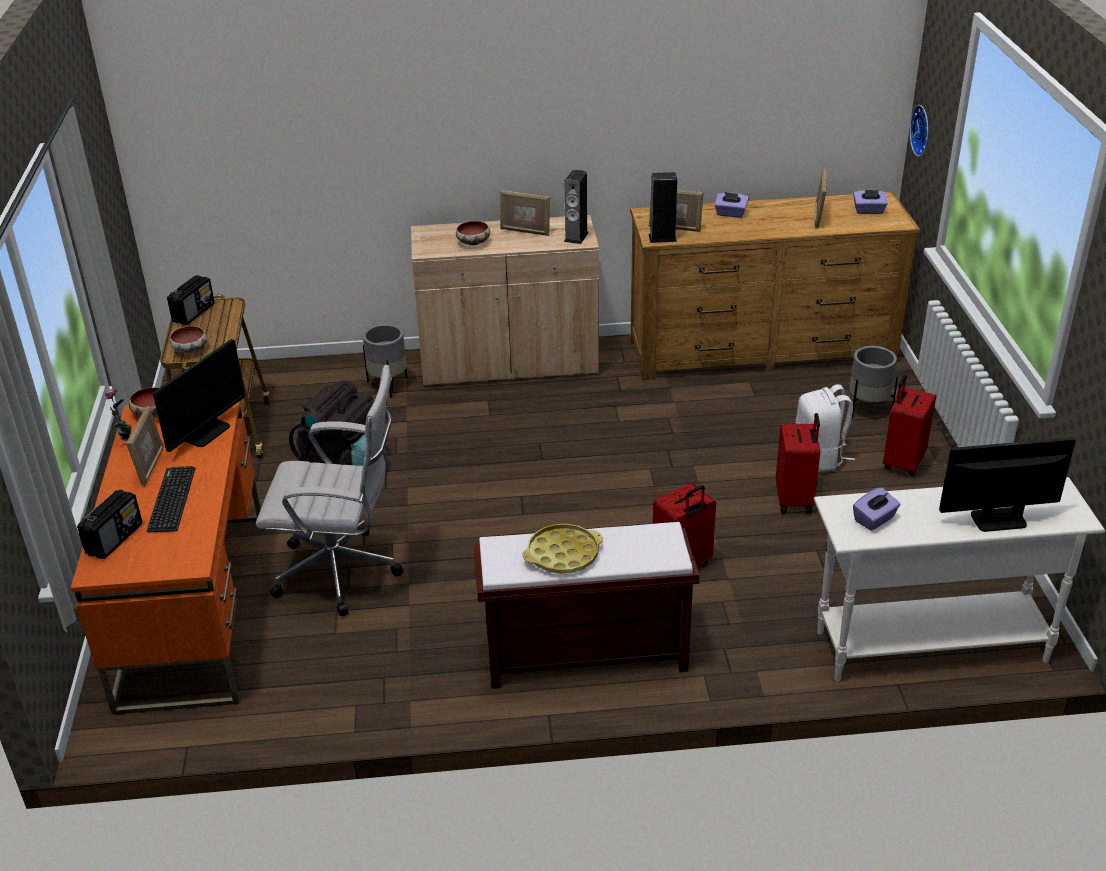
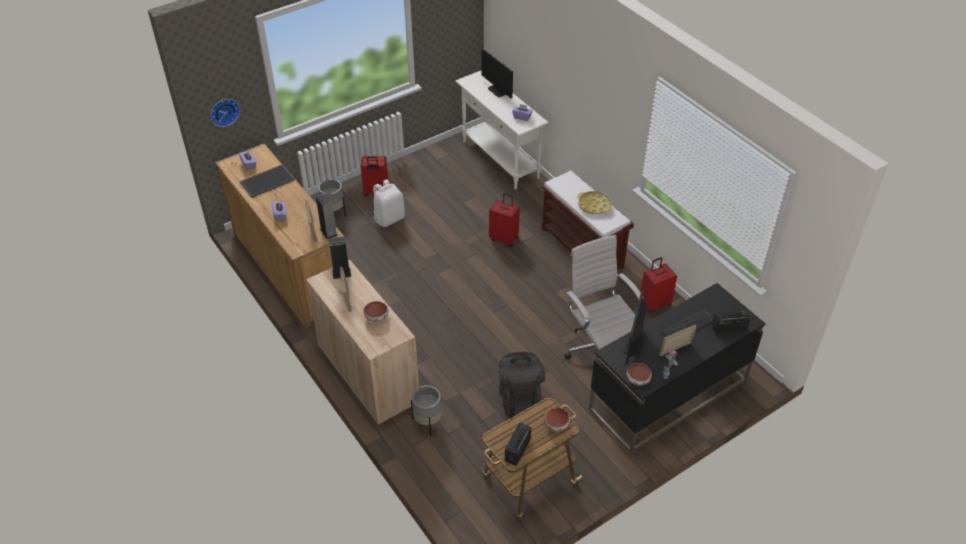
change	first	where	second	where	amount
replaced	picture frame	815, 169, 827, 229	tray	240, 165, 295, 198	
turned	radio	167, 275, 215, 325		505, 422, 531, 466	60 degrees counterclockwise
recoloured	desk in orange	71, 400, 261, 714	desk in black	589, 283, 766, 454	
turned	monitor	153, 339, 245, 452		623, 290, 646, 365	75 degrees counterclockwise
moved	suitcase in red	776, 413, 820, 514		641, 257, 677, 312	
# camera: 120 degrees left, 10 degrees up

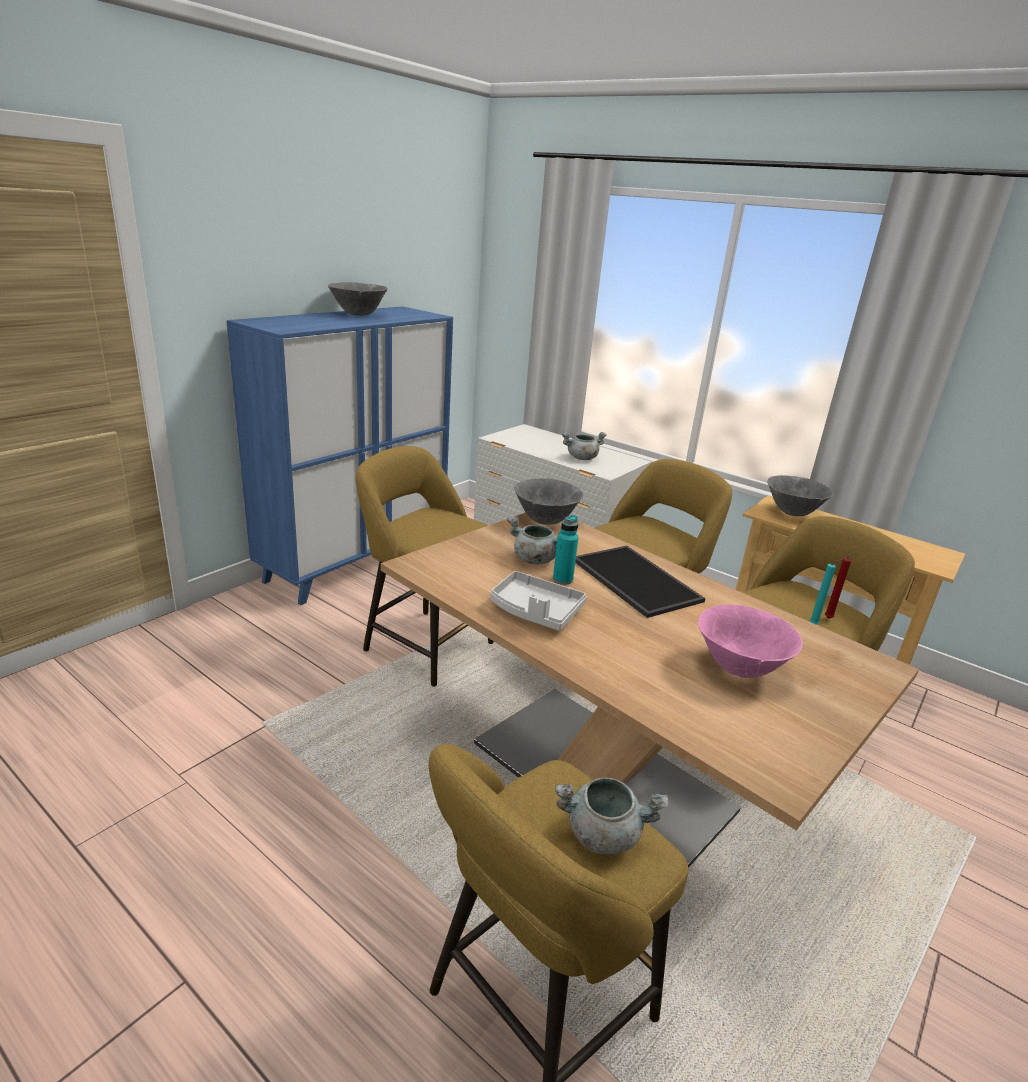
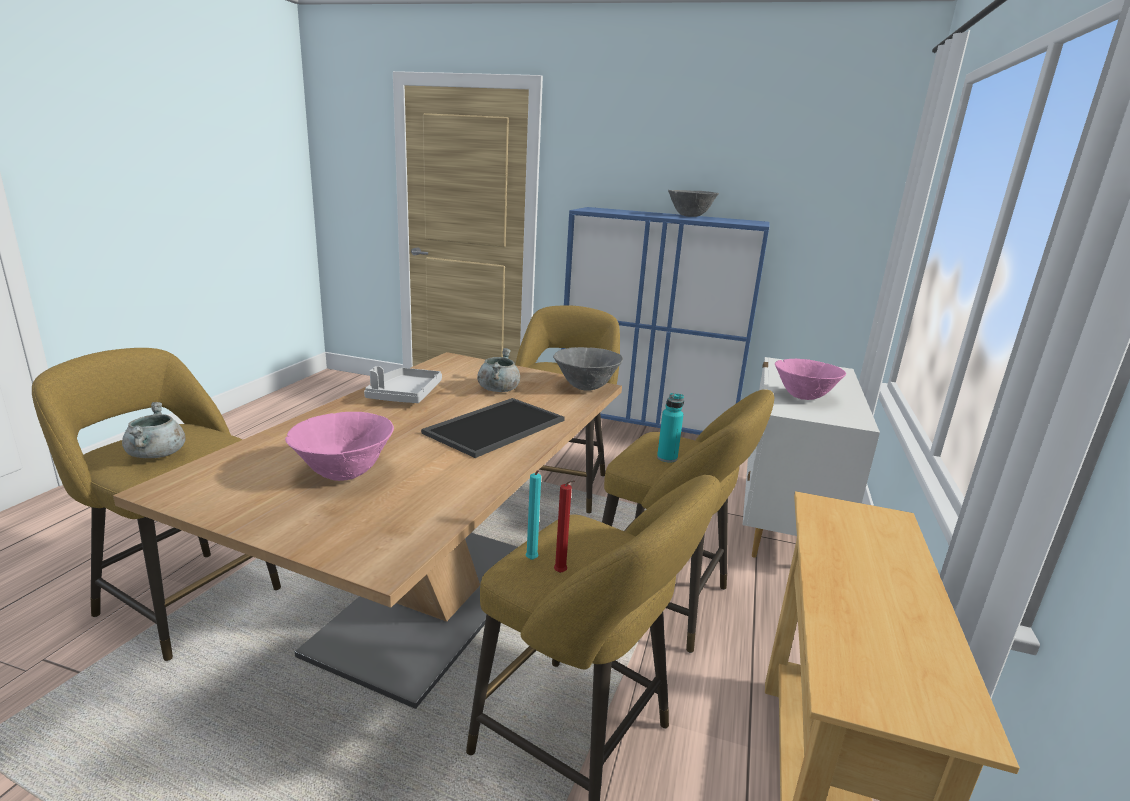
change	first	where	second	where	amount
moved	bottle in turquoise	553, 515, 579, 585		657, 393, 684, 463	
replaced	cooking pot in grey	562, 432, 607, 460	bowl in pink	775, 359, 846, 400	
removed	bowl in grey	767, 475, 834, 516			
# camera: 70 degrees right, 5 degrees down

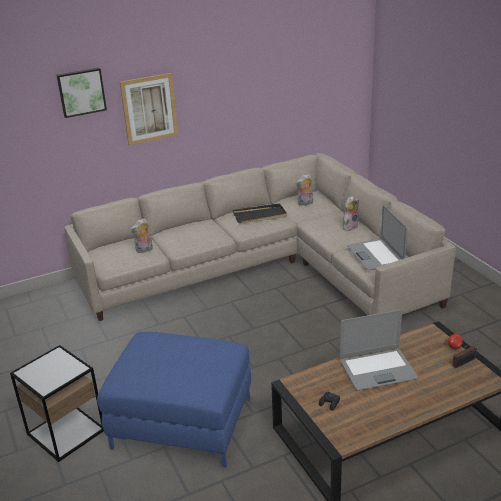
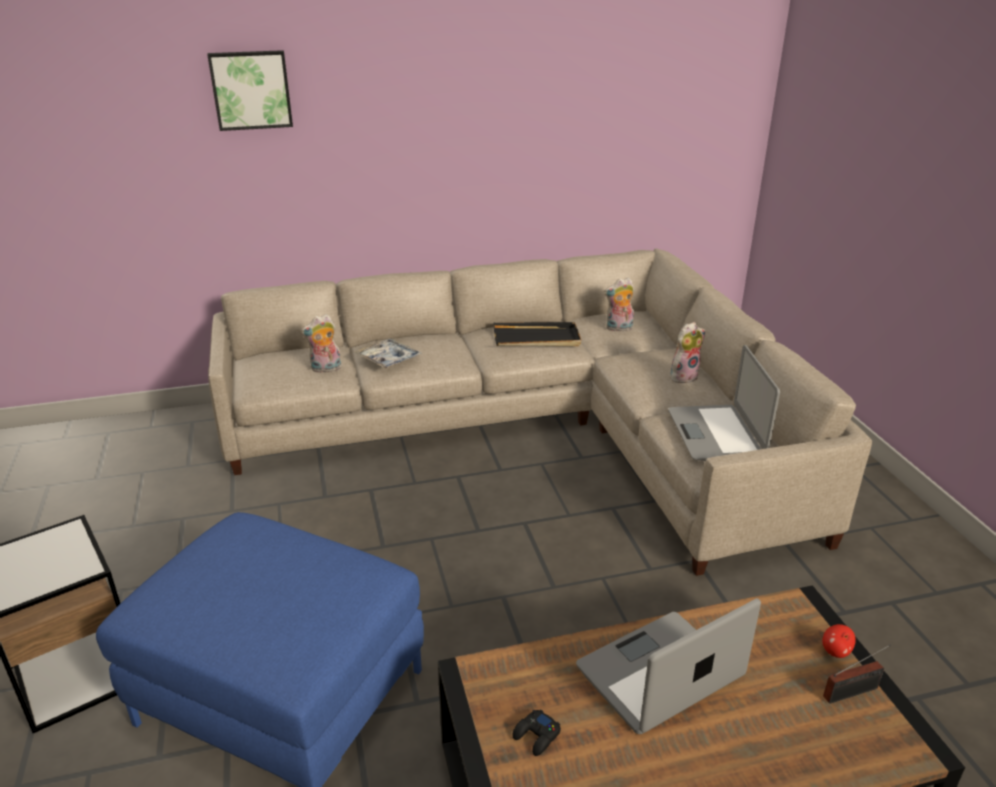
change	first	where	second	where	amount
added			tray	354, 338, 422, 369	
turned	laptop	340, 310, 418, 391		576, 598, 761, 734	150 degrees clockwise
removed	picture	120, 73, 178, 146			
# camera: 10 degrees right, 0 degrees up

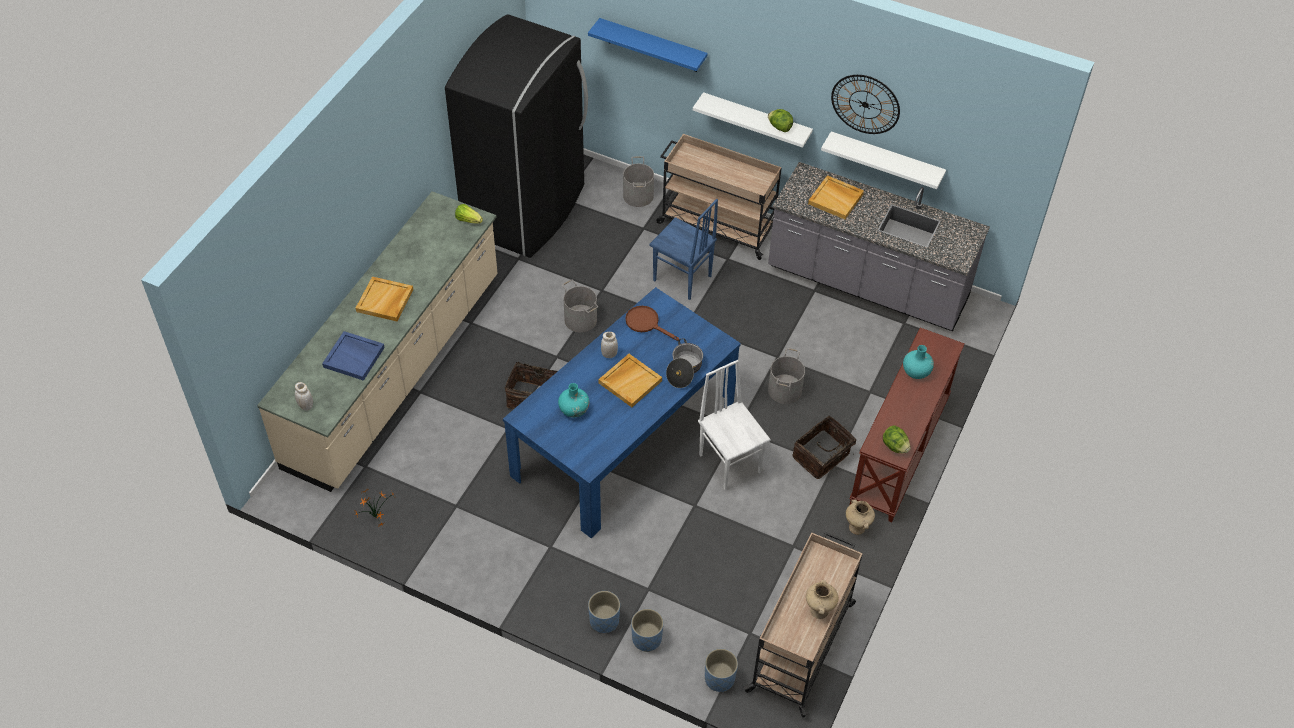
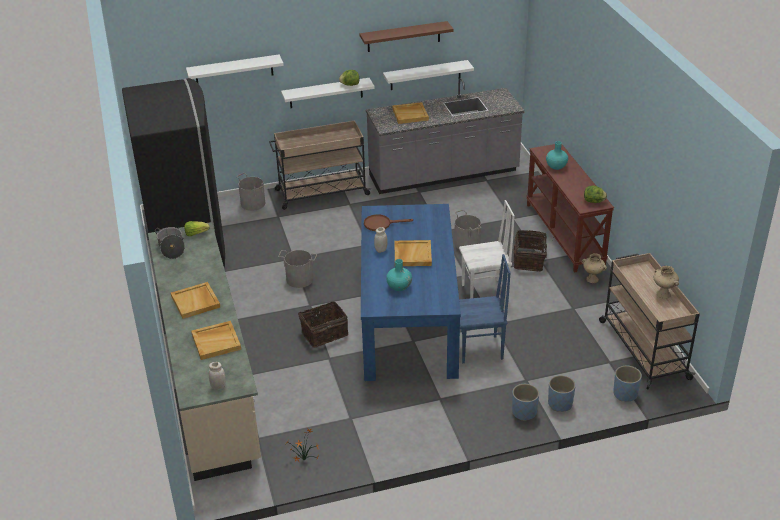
change	first	where	second	where	amount
moved	cooking pot	666, 338, 703, 388		155, 227, 185, 259	
recoloured	shelf in blue	588, 18, 707, 72	shelf in white	186, 54, 284, 83	
recoloured	tray in blue	322, 331, 384, 381	tray in beige	191, 321, 241, 360	
replaced	wall clock	831, 75, 900, 134	shelf in brown	360, 21, 454, 52	
turned	chair in white	698, 360, 771, 490		459, 200, 515, 299	150 degrees clockwise
moved	chair in blue	649, 199, 718, 300		459, 254, 511, 363	
# camera: 40 degrees left, 15 degrees down

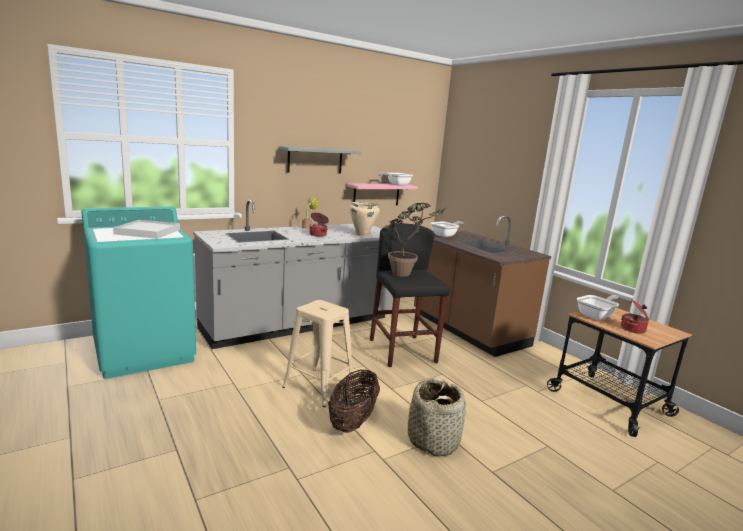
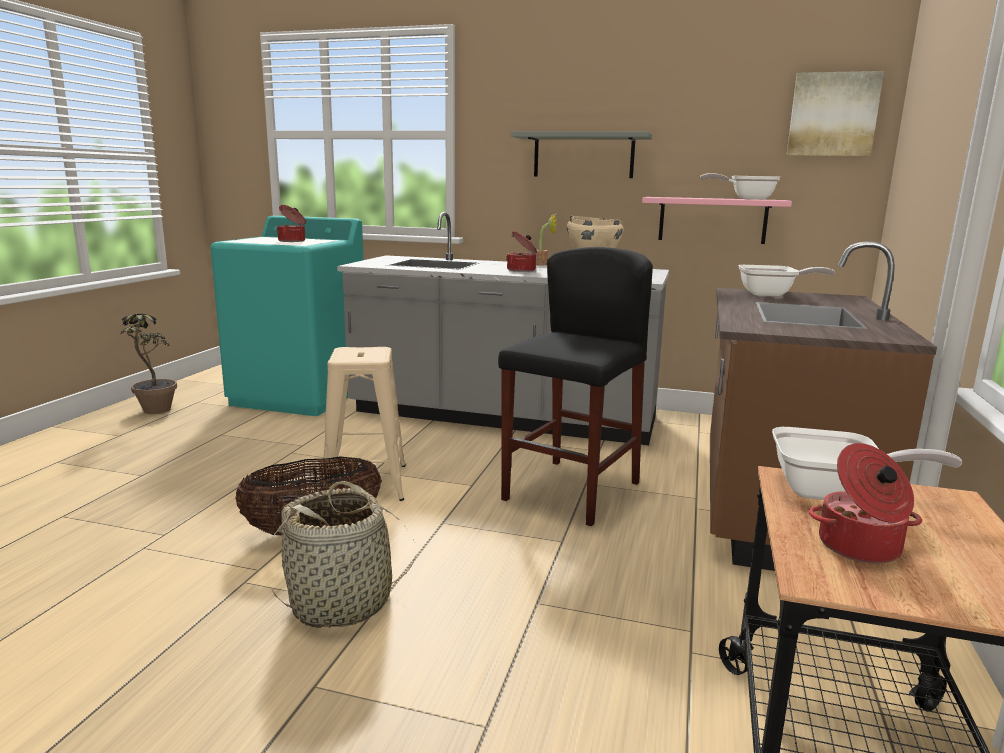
change	first	where	second	where	amount
moved	potted plant	384, 203, 445, 277		121, 314, 177, 414	
replaced	tray in white	113, 220, 180, 239	cooking pot	276, 205, 306, 242	
added			picture	786, 71, 884, 156	
# camera: 50 degrees right, 0 degrees up

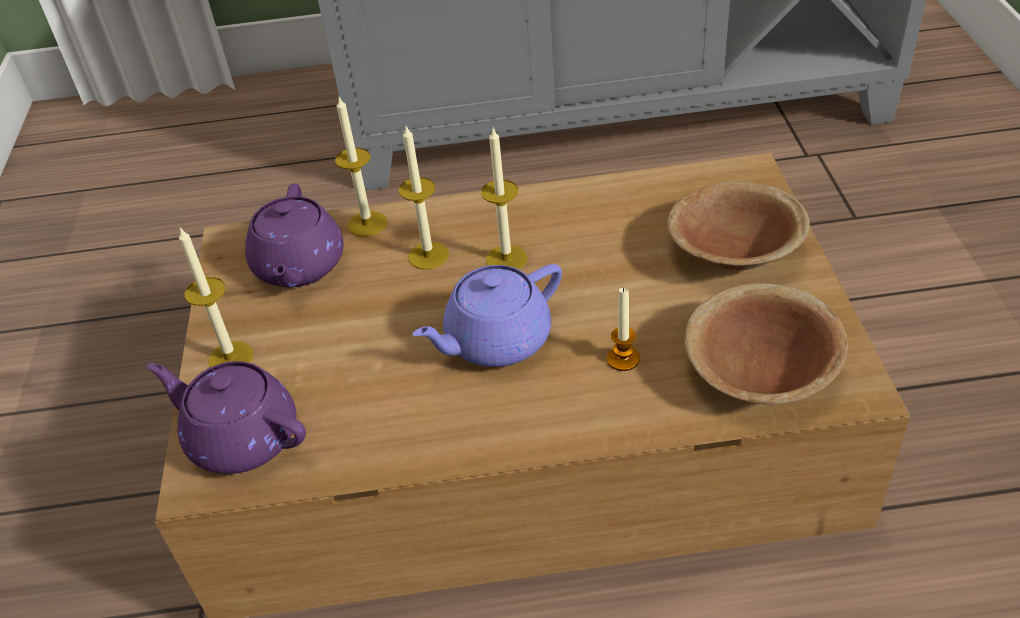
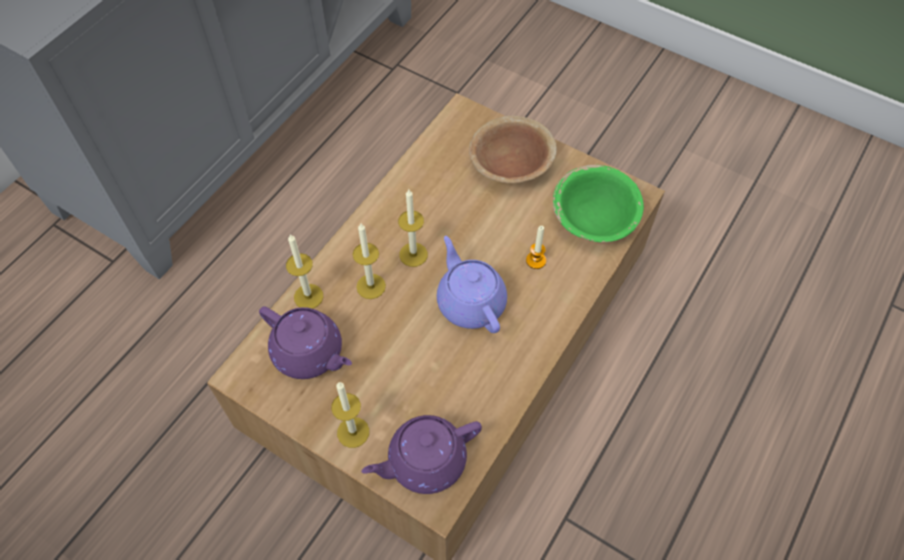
change	first	where	second	where	amount
turned	teapot in purple	412, 264, 562, 367		437, 236, 507, 333	150 degrees clockwise
recoloured	bowl in brown	684, 283, 848, 405	bowl in green	553, 165, 644, 242	
# camera: 55 degrees left, 15 degrees up

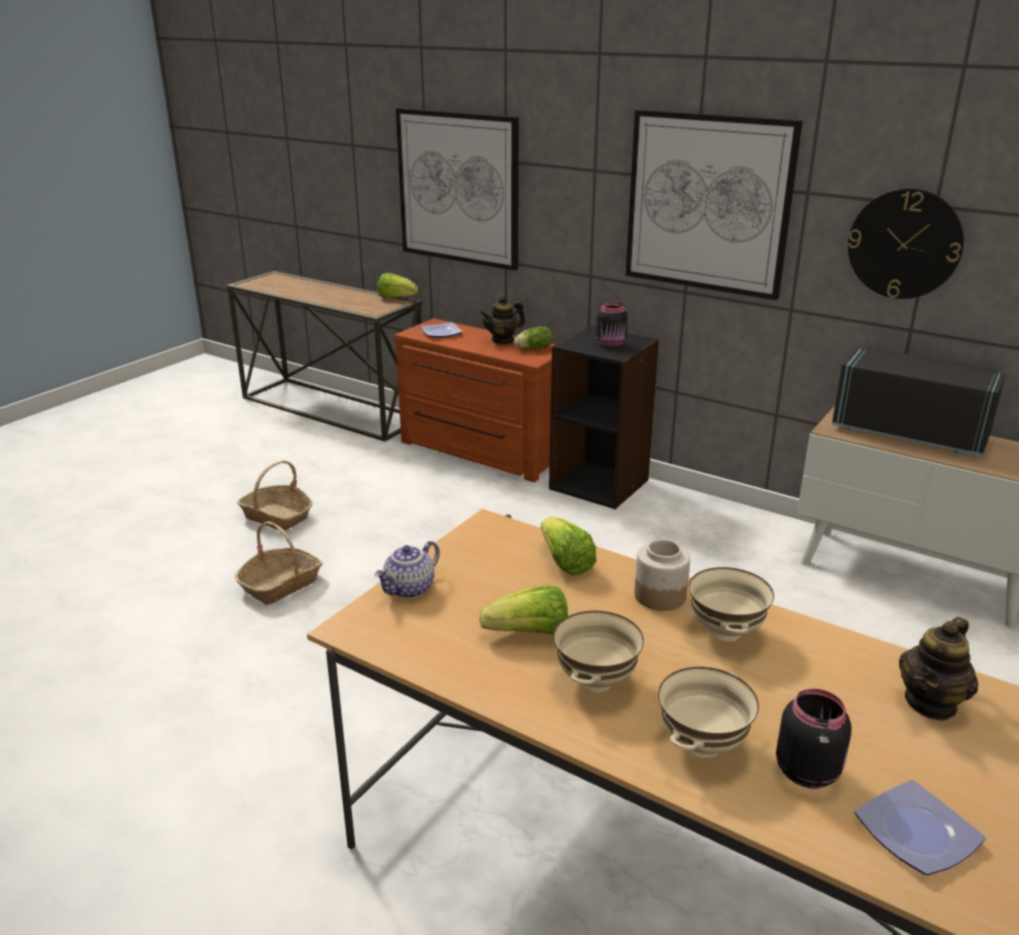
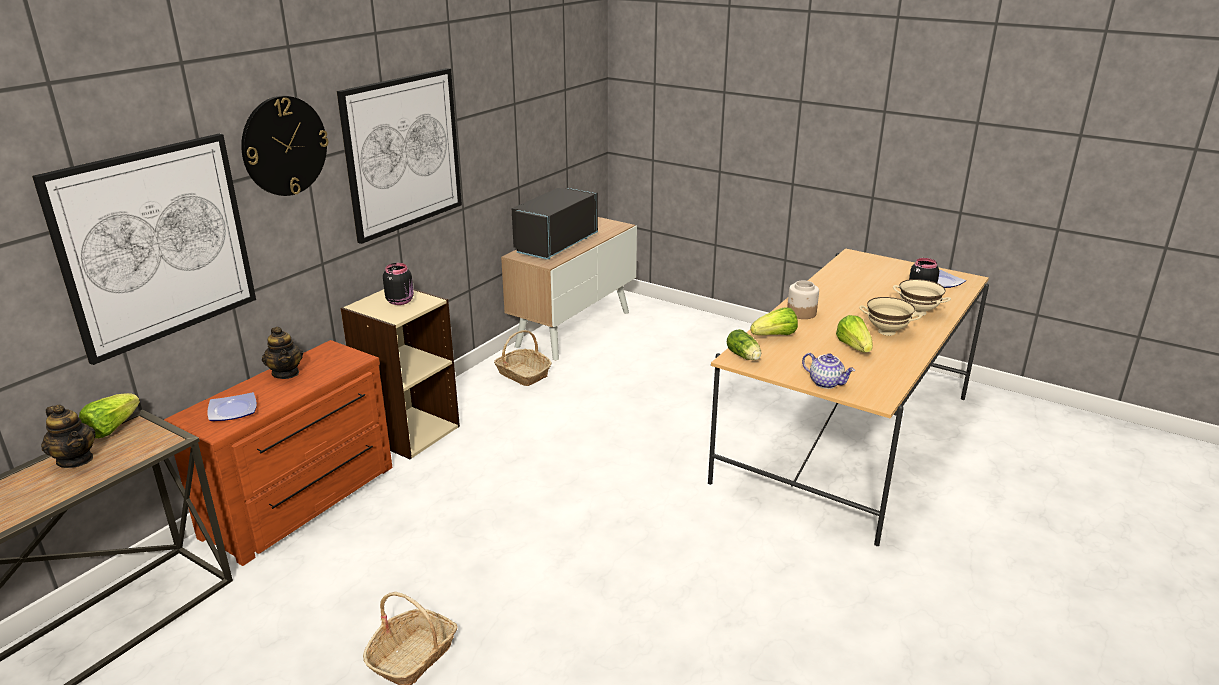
change	first	where	second	where	amount
moved	teapot	899, 617, 978, 721		41, 405, 96, 468	
moved	wall clock	848, 188, 964, 299		241, 96, 328, 196	
recoloured	bookcase in black	549, 326, 659, 509	bookcase in beige	341, 289, 460, 459	
moved	basket	235, 521, 323, 605		494, 330, 552, 386	
moved	lettuce	514, 326, 552, 349		727, 329, 761, 360	
removed	bowl in beige	689, 567, 774, 642			
# camera: 90 degrees left, 0 degrees up

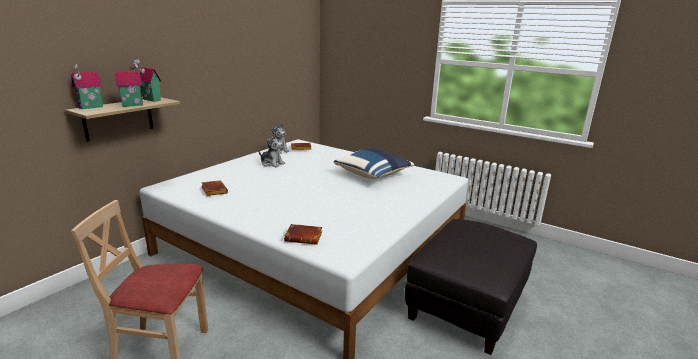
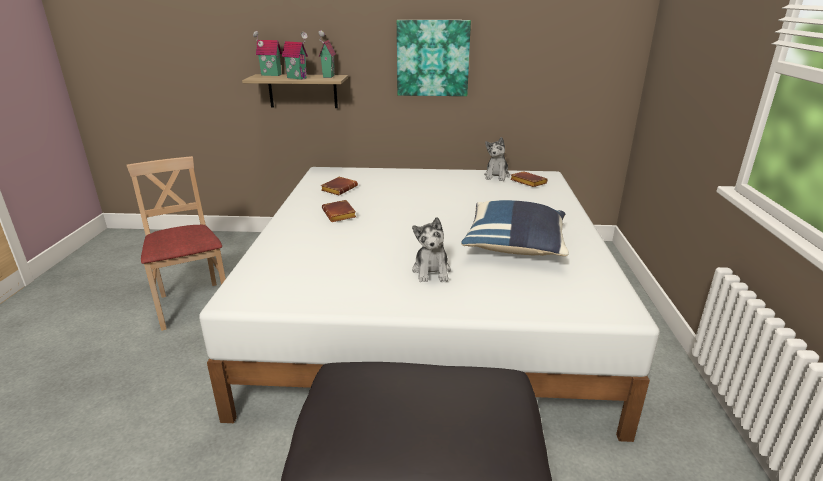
change	first	where	second	where	amount
moved	book in brown	284, 224, 322, 245		322, 200, 356, 222	
added			picture	397, 20, 471, 96	
moved	plush toy	258, 133, 285, 168		412, 217, 451, 282	
# camera: 60 degrees right, 5 degrees up

